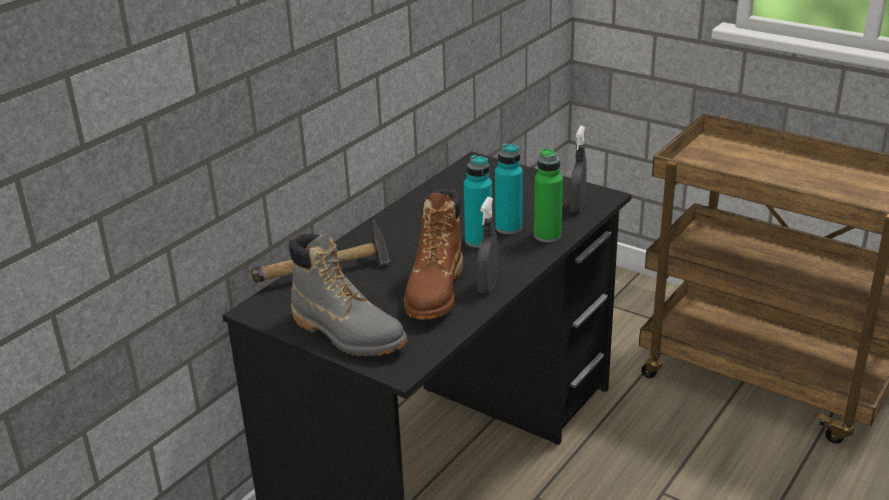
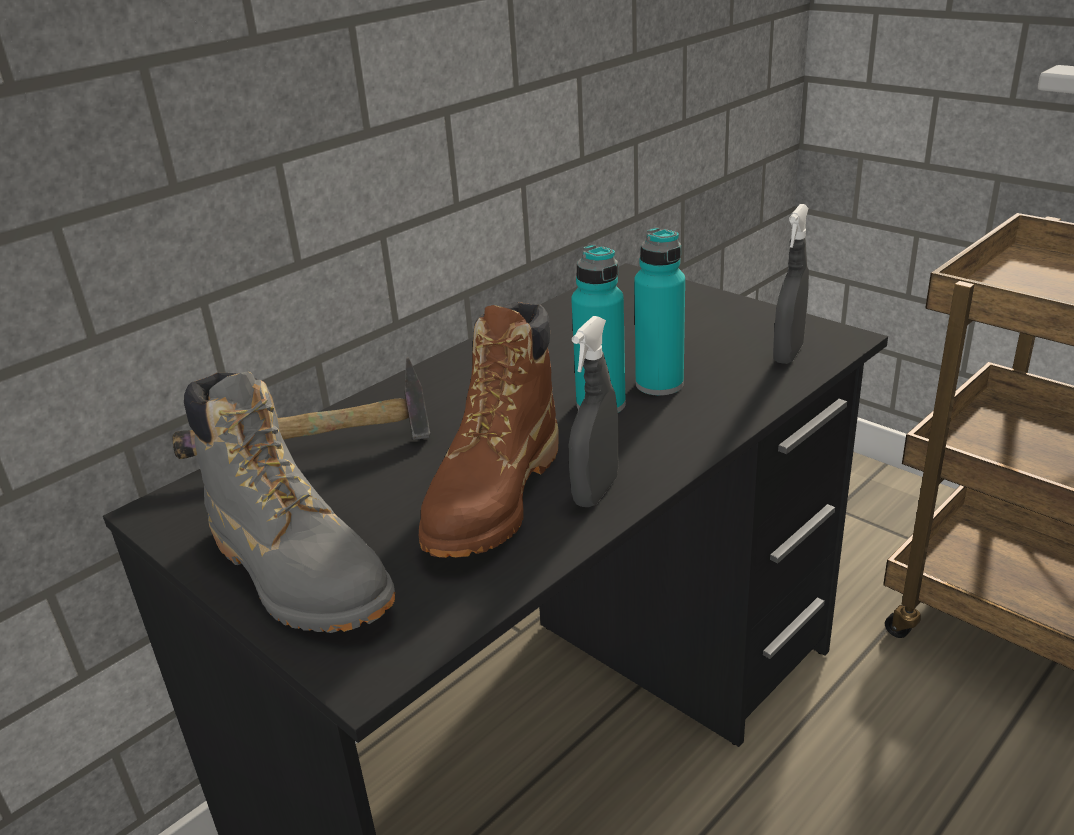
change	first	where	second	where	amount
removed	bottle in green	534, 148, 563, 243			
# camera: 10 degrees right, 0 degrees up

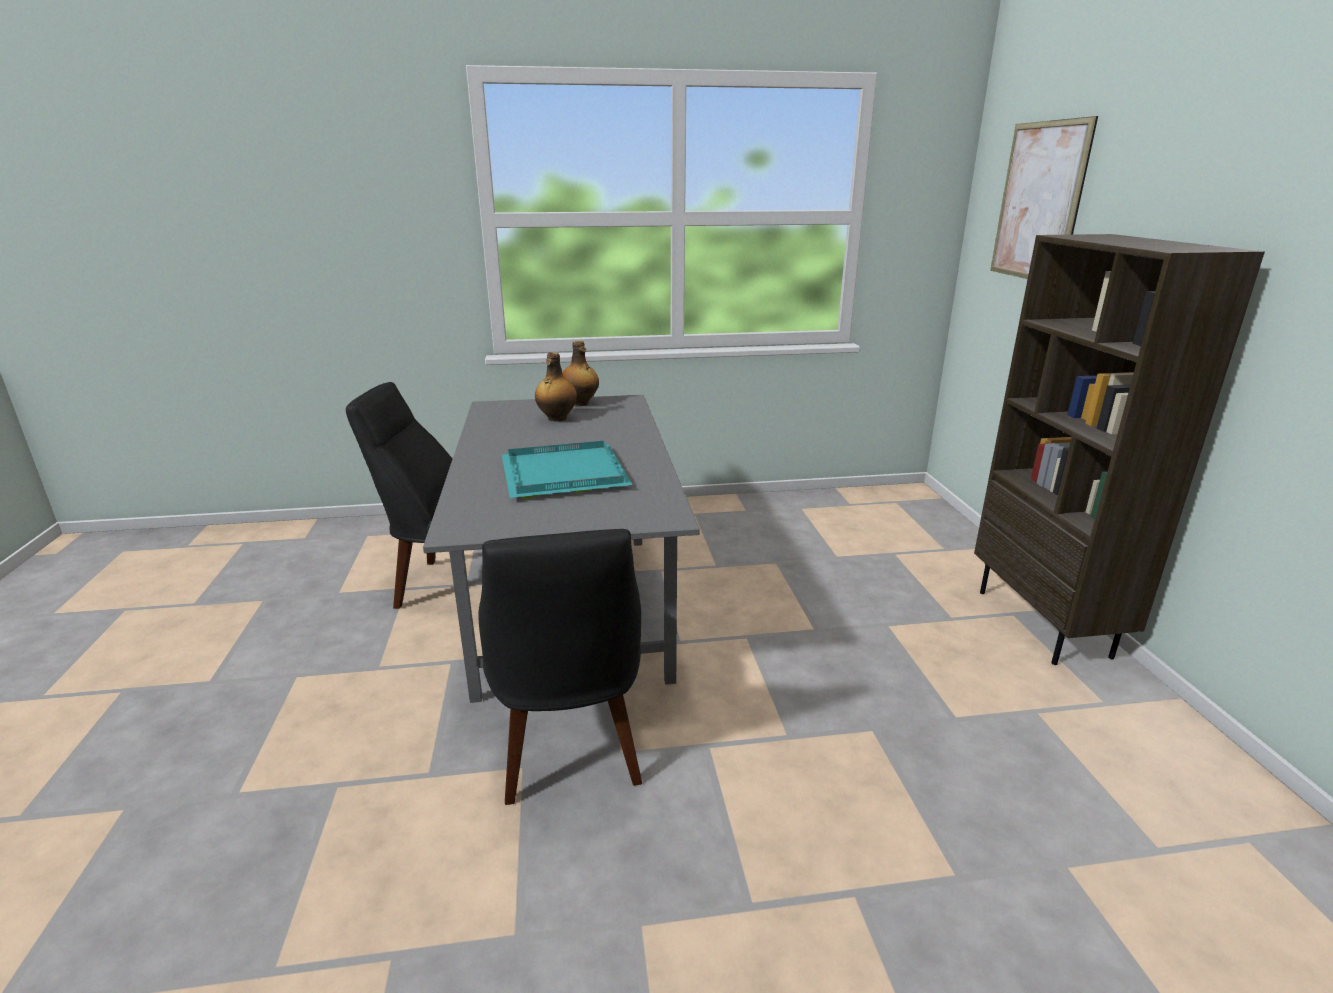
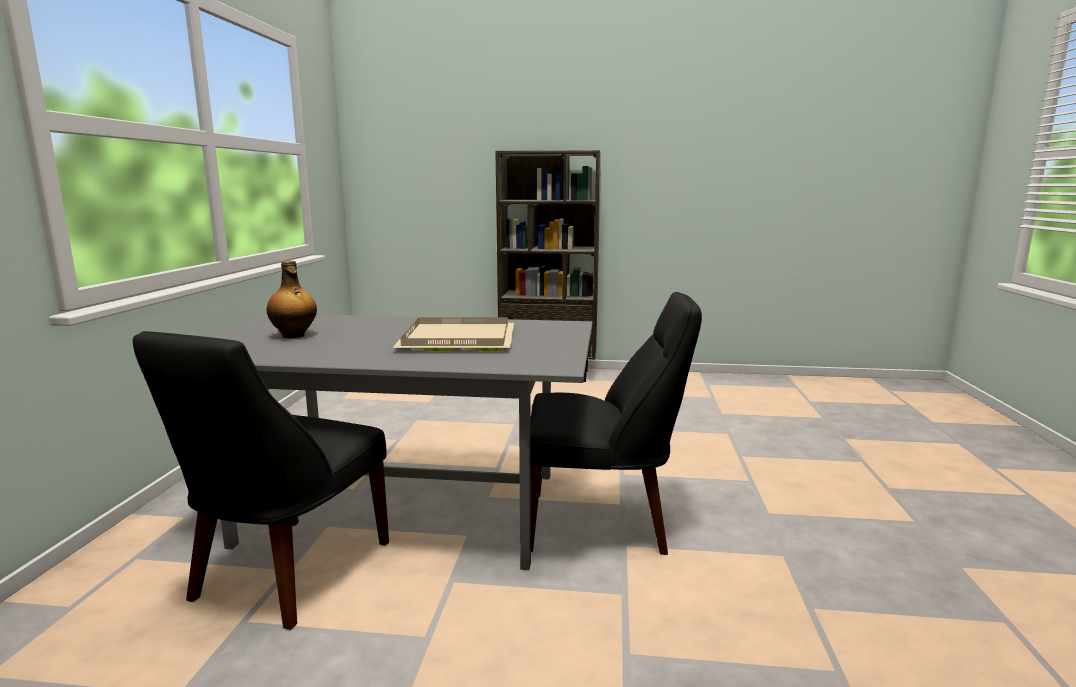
change	first	where	second	where	amount
recoloured	tray in turquoise	502, 441, 632, 499	tray in beige	393, 317, 514, 351	
removed	bottle	562, 341, 599, 406			
removed	picture	990, 116, 1098, 279			
# camera: 75 degrees left, 10 degrees down

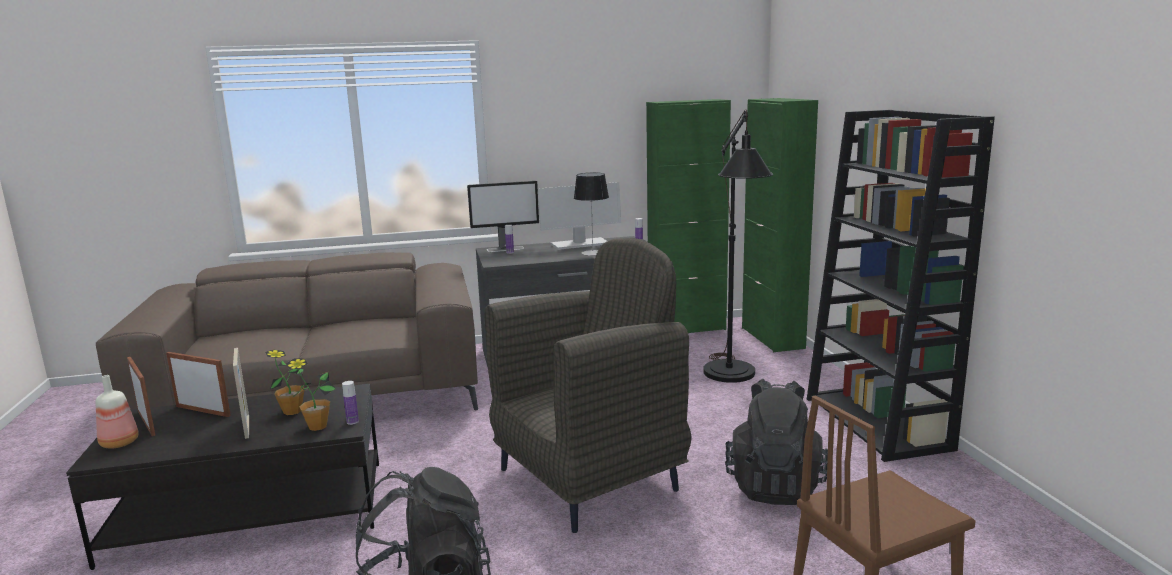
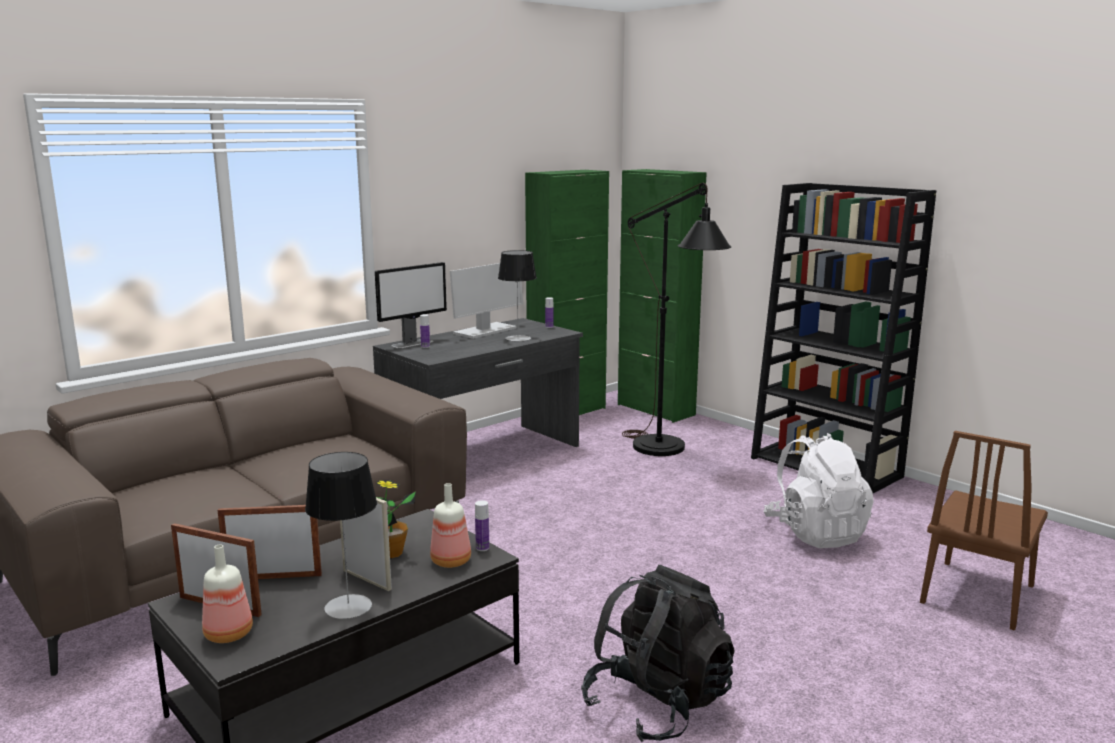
change	first	where	second	where	amount
added			table lamp	305, 452, 377, 619	
replaced	potted plant	286, 358, 336, 431	bottle	430, 483, 471, 568	
recoloured	backpack in black	725, 379, 828, 505	backpack in white	763, 433, 874, 548	
removed	armchair in grey	484, 238, 692, 533			
# camera: 30 degrees left, 0 degrees up

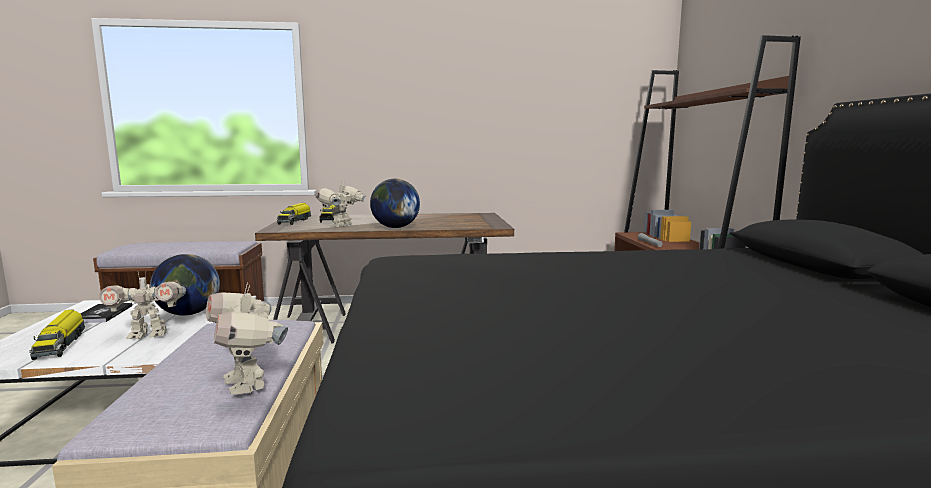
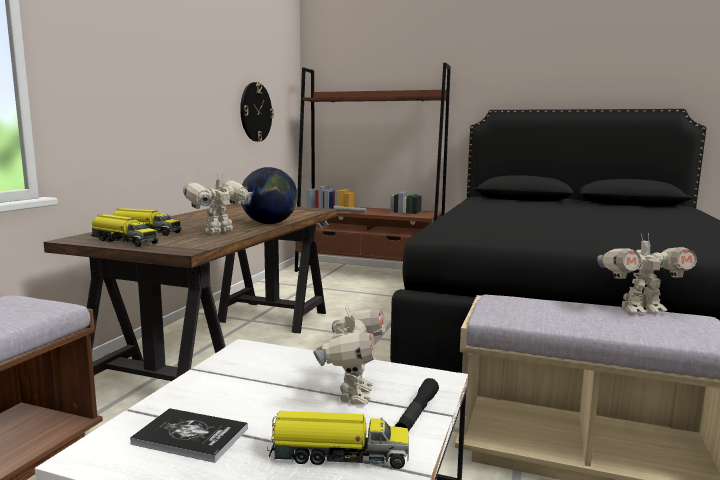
change	first	where	second	where	amount
turned	toy robot	315, 181, 366, 227		183, 174, 252, 234	75 degrees clockwise
added			wall clock	240, 82, 274, 142	
added			flashlight in black	395, 378, 439, 432	
removed	globe	150, 254, 220, 316			
# camera: 65 degrees left, 0 degrees up

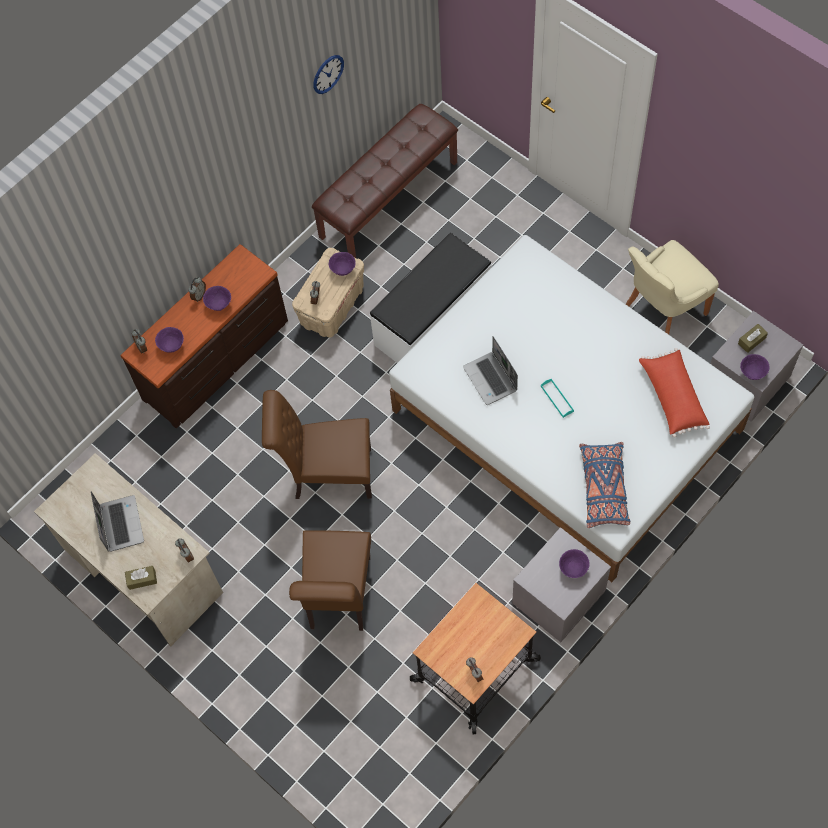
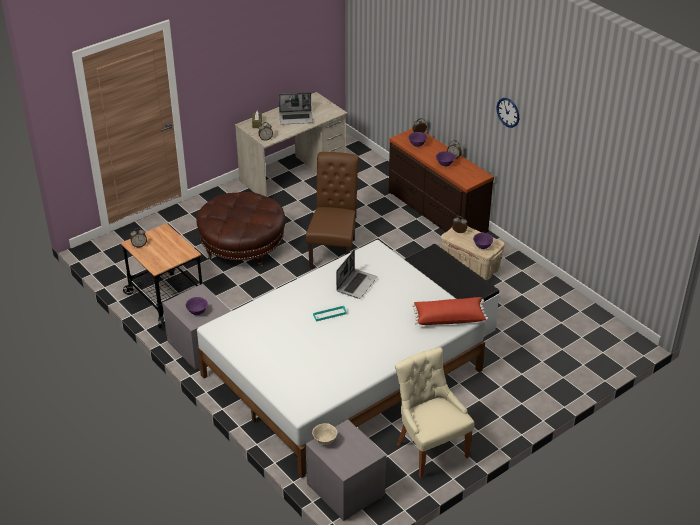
change	first	where	second	where	amount
replaced	chair in brown	289, 530, 371, 631	ottoman in brown	196, 192, 286, 267	
recoloured	bowl in purple	740, 354, 770, 380	bowl in beige	312, 423, 337, 445	
turned	laptop	463, 336, 518, 405		336, 250, 377, 299	135 degrees clockwise
moved	pillow in red	639, 348, 710, 438		412, 297, 488, 325	
moved	wall clock	313, 55, 344, 94		497, 98, 519, 128	
removed	bench in brown	312, 104, 458, 258			
removed	pillow in blue	579, 442, 630, 528			
removed	tissue box in brown	738, 324, 768, 353			
# camera: 95 degrees right, 25 degrees down

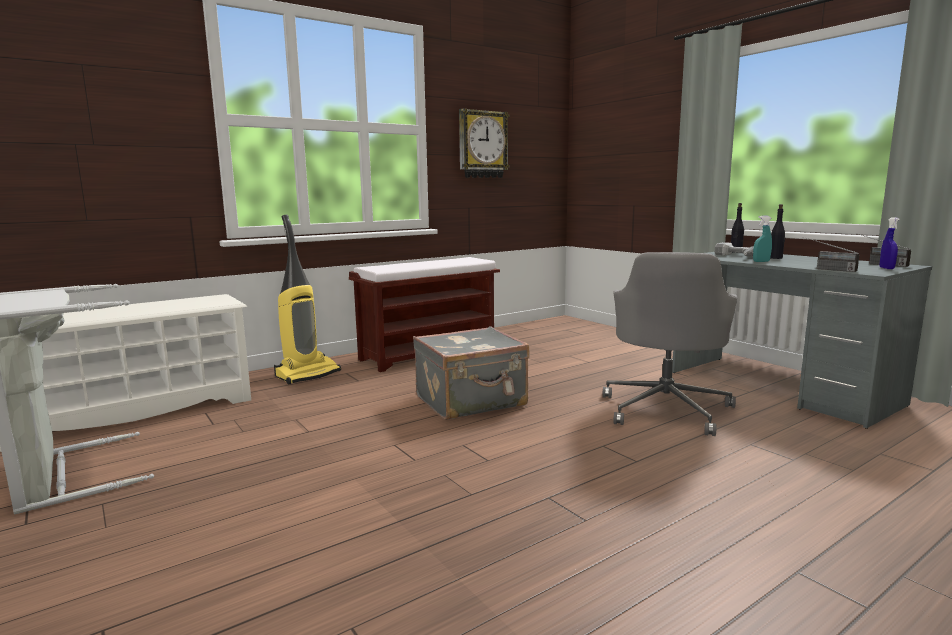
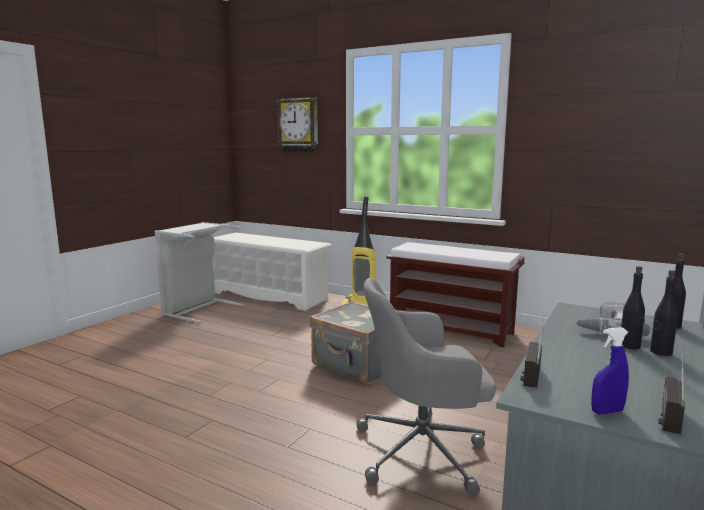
change	first	where	second	where	amount
moved	wall clock	459, 108, 509, 178		276, 97, 318, 152	
added			bottle in black	650, 270, 678, 356	
removed	spray bottle in turquoise	753, 216, 772, 262			
# camera: 65 degrees right, 0 degrees up

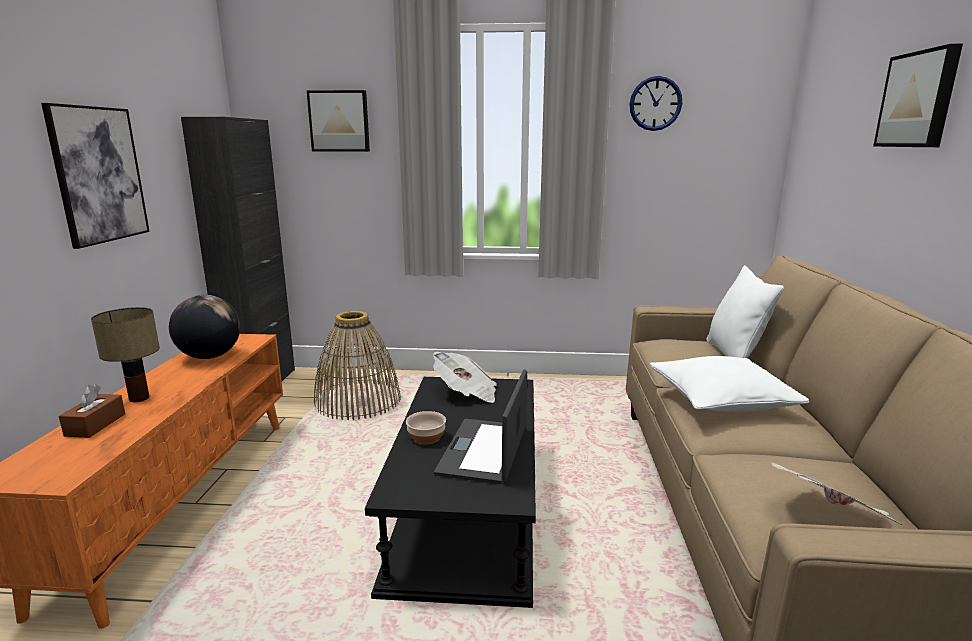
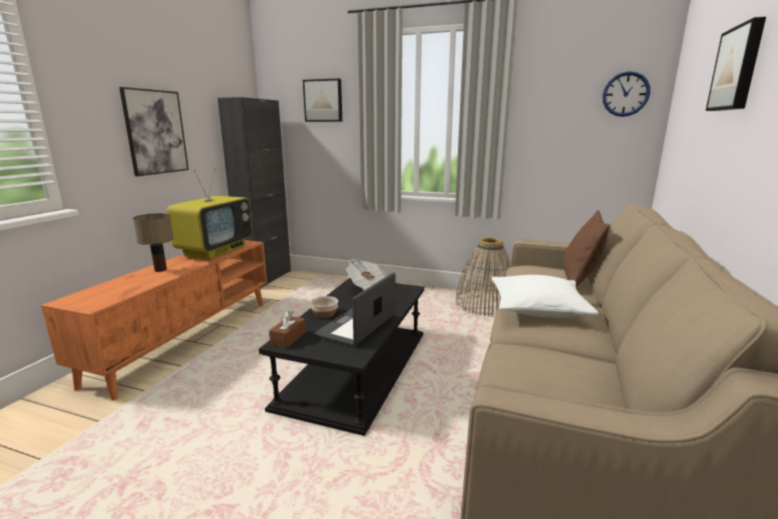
change	first	where	second	where	amount
replaced	globe	169, 295, 240, 359	television	166, 168, 252, 260	
moved	tissue box in brown	59, 384, 125, 438		269, 310, 306, 348	
moved	basket	314, 311, 401, 420		455, 238, 511, 316	
recoloured	pillow in white	706, 266, 784, 358	pillow in brown	563, 210, 610, 287	
moved	wall clock	629, 76, 682, 131		603, 71, 650, 117	
removed	newspaper	771, 463, 903, 526			
# camera: 15 degrees right, 0 degrees up

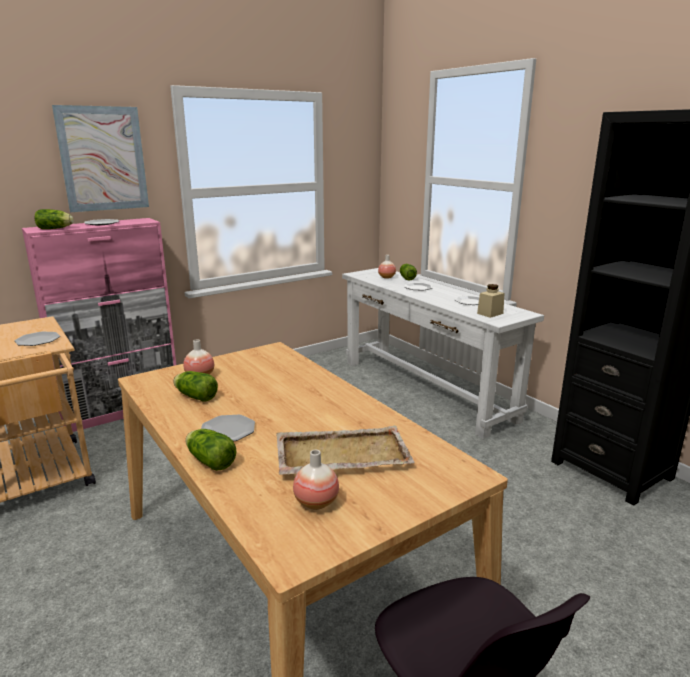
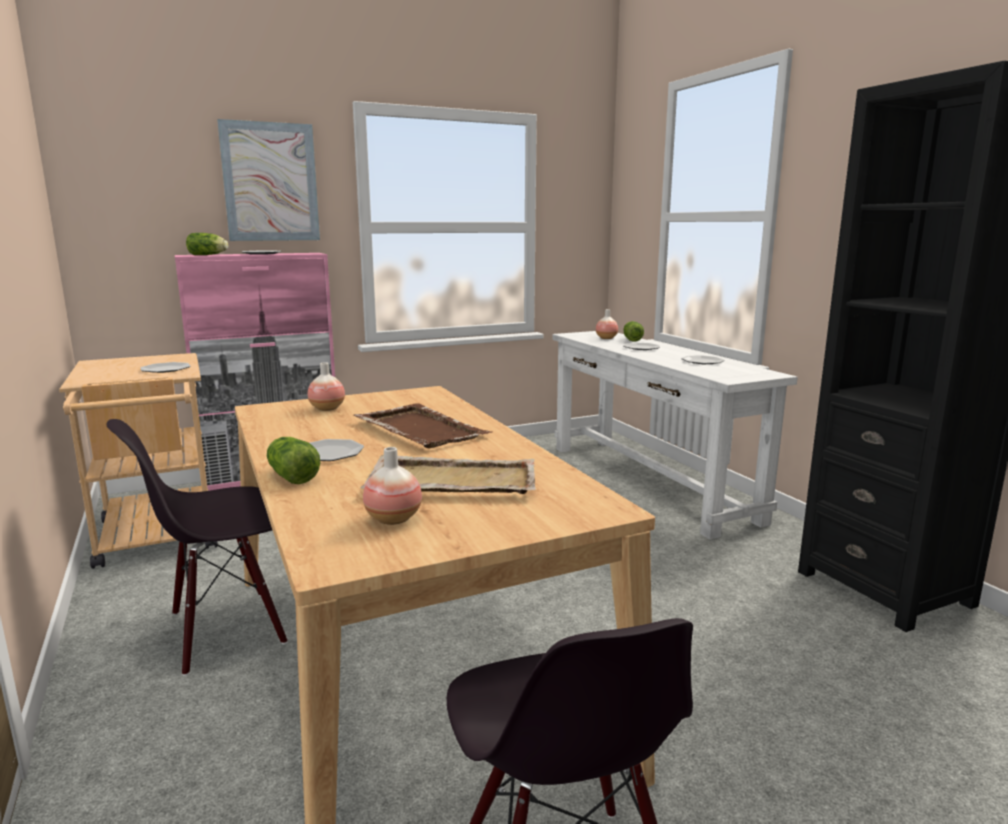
change	first	where	second	where	amount
added			chair in black	106, 419, 287, 676	
added			tray in brown	354, 403, 492, 449	
removed	lettuce	173, 371, 218, 402			
removed	jar in beige	477, 284, 504, 318			
# camera: 10 degrees right, 5 degrees down

